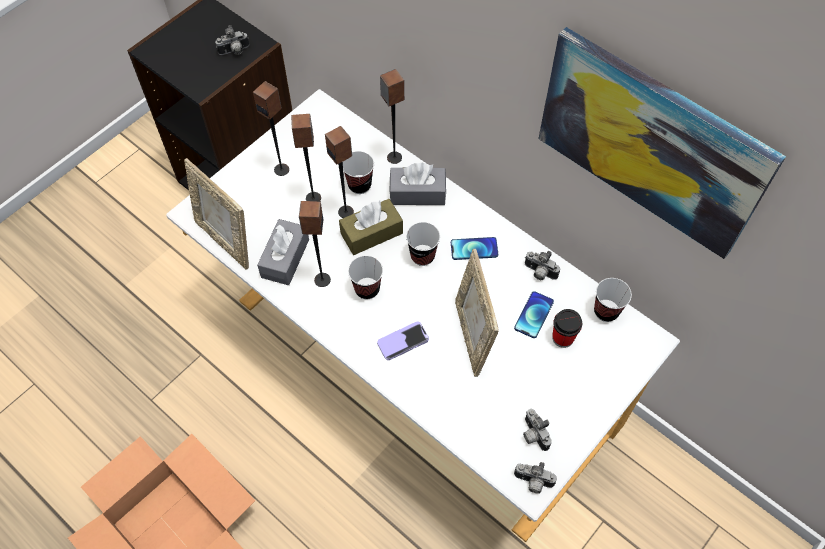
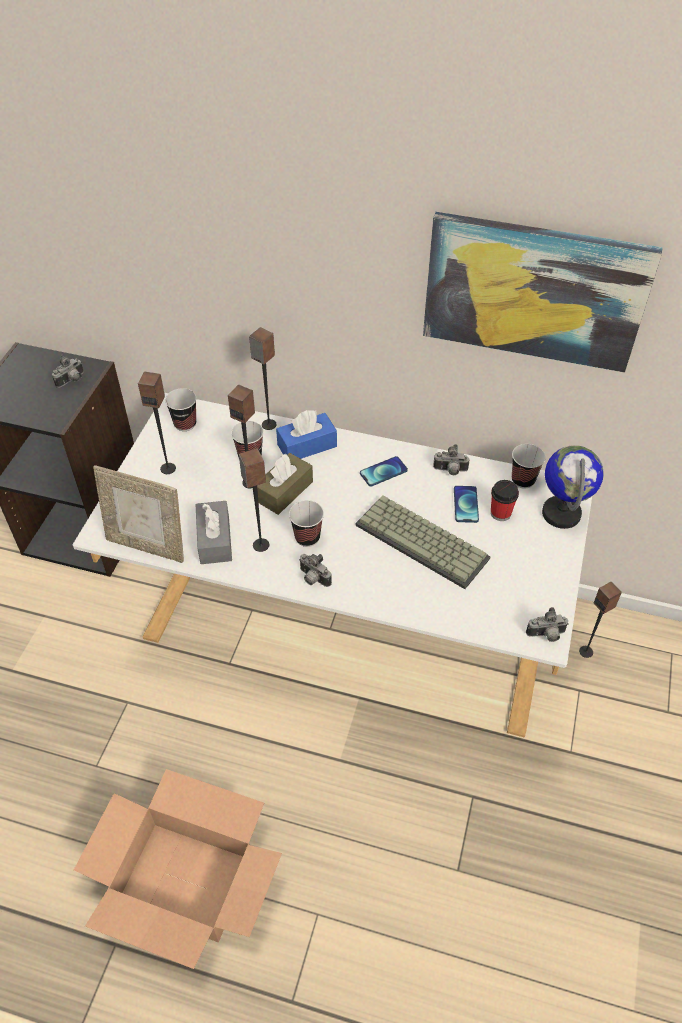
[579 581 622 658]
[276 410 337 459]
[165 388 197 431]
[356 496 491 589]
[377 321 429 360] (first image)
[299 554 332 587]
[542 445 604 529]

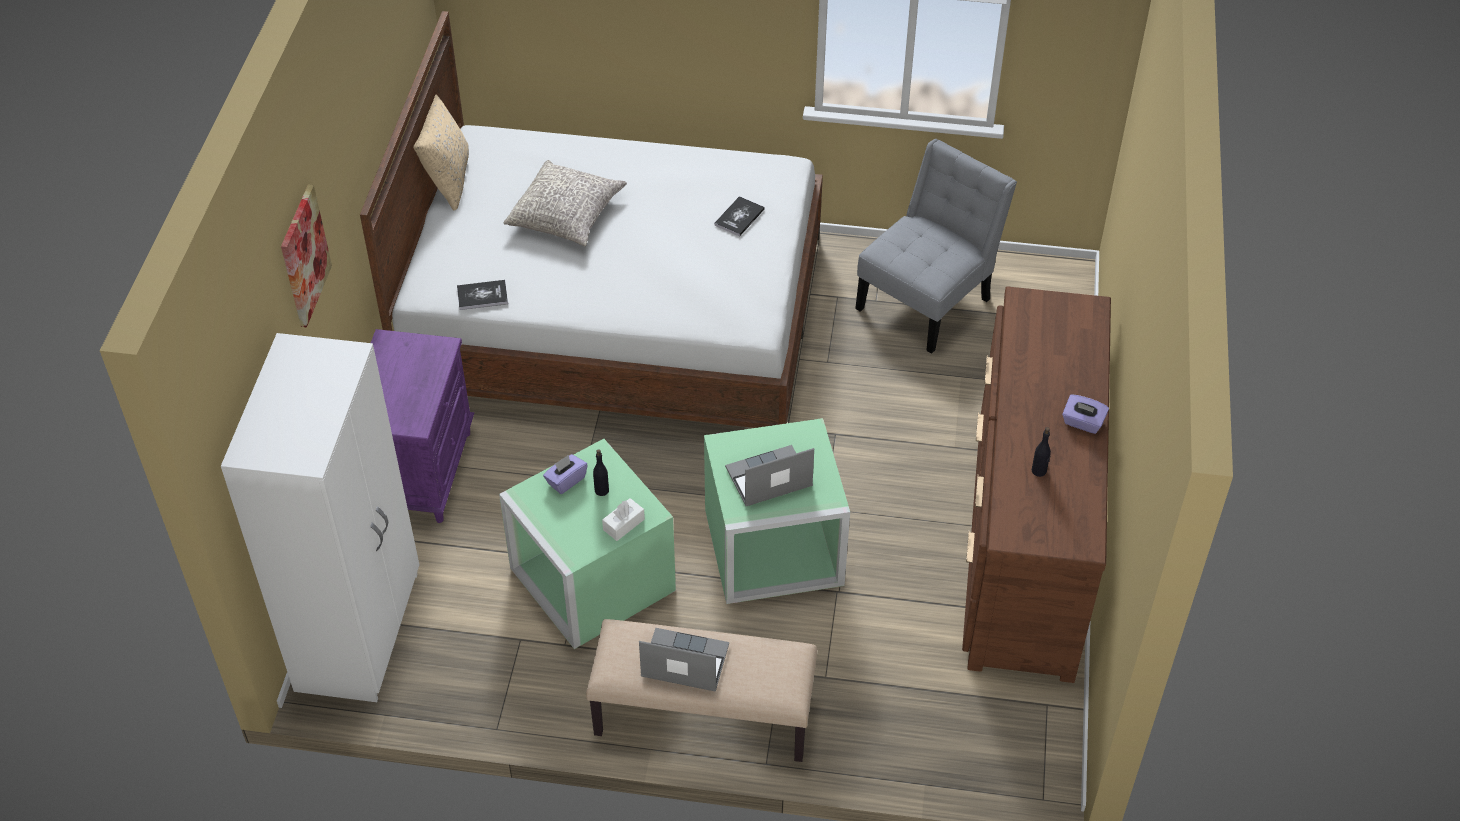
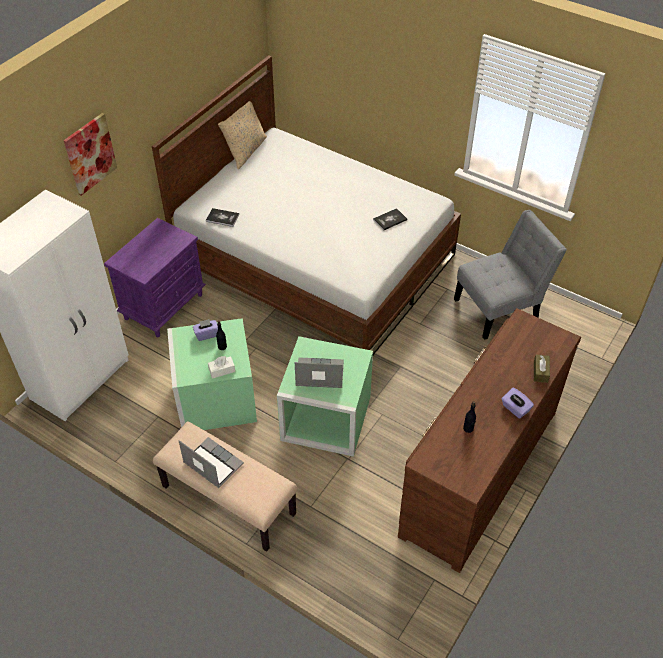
[504 160 627 246] (first image)
[534 355 550 383]

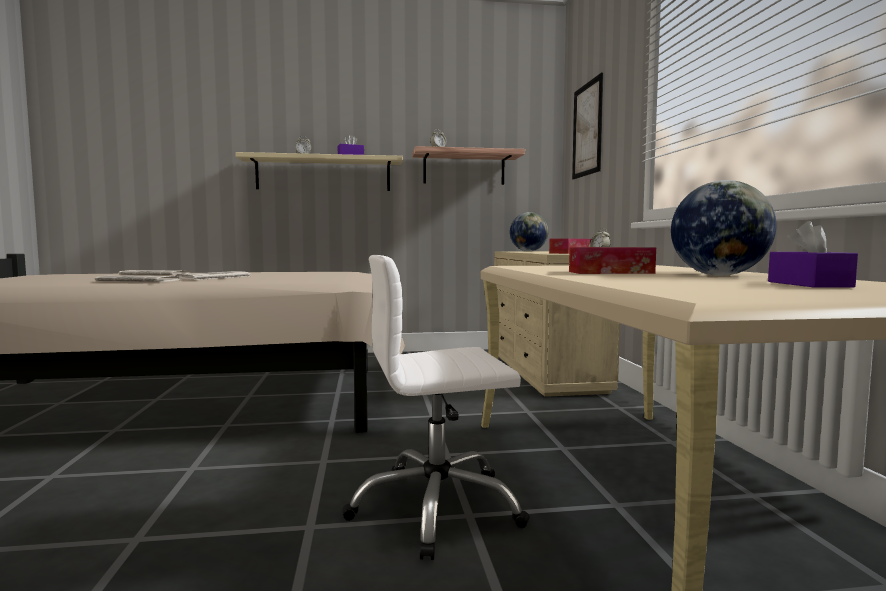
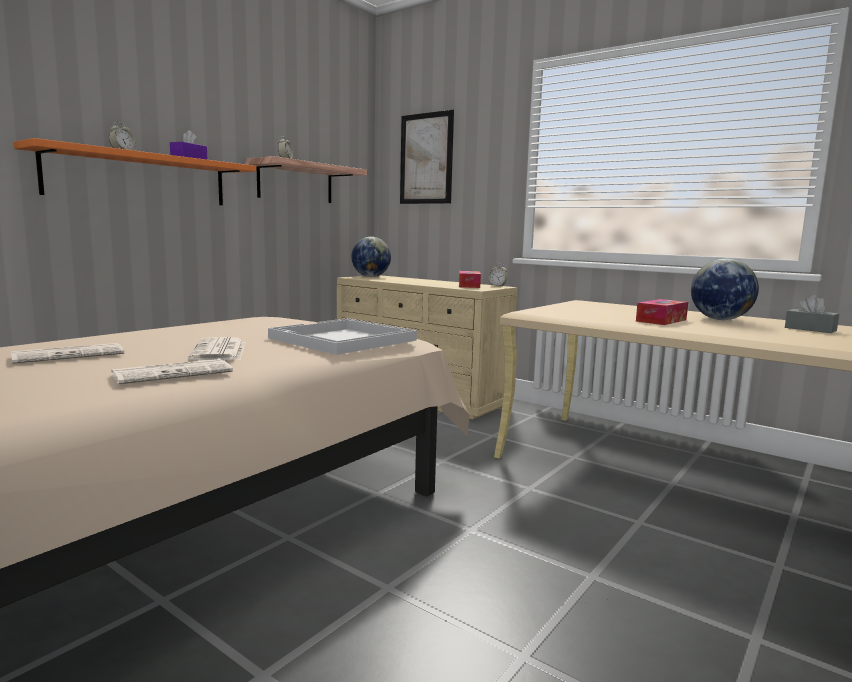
[13 138 257 205]
[785 295 839 333]
[342 255 530 560] (first image)
[268 318 417 355]

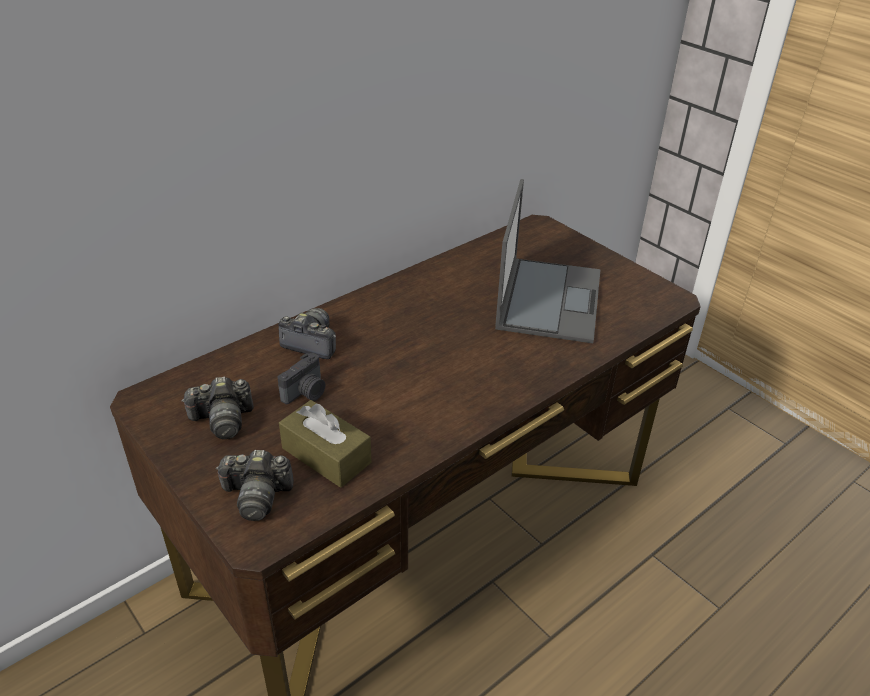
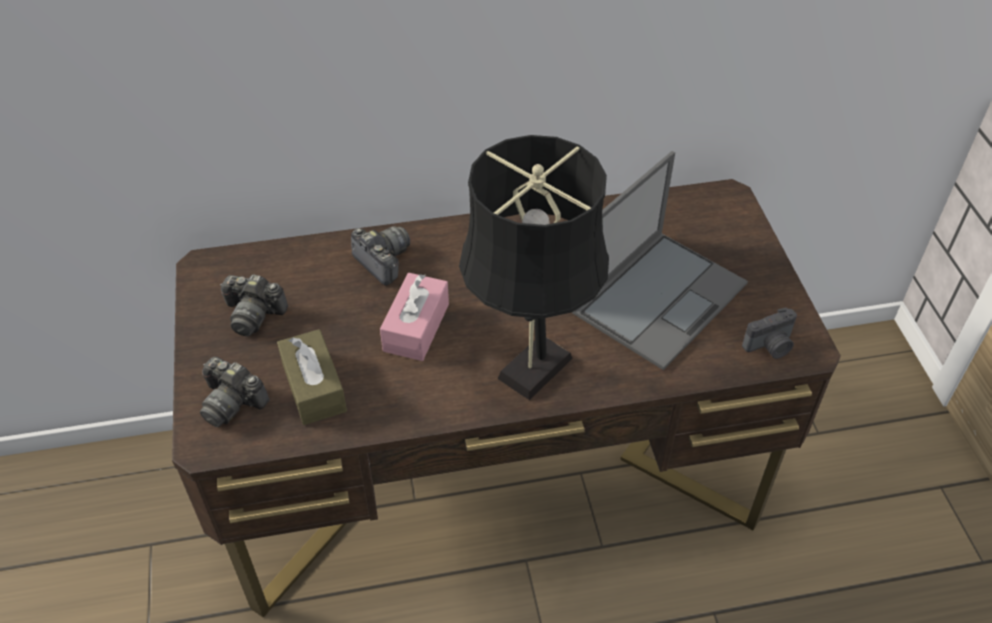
[742 307 797 359]
[459 135 609 400]
[380 273 449 361]

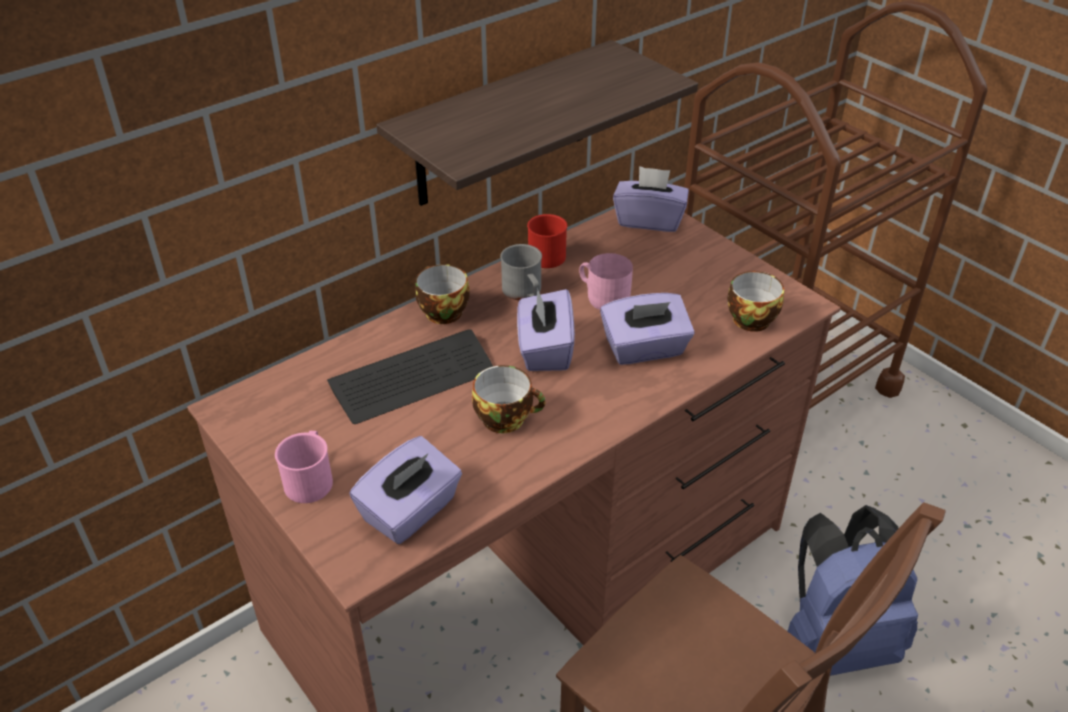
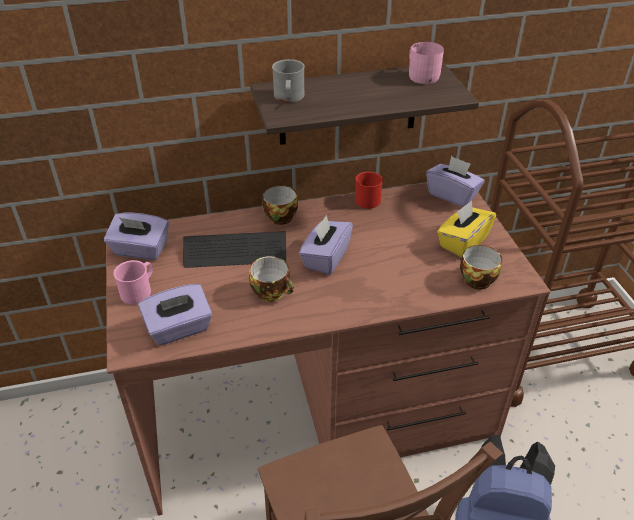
[272 59 305 103]
[409 42 444 84]
[104 212 169 260]
[437 201 496 257]

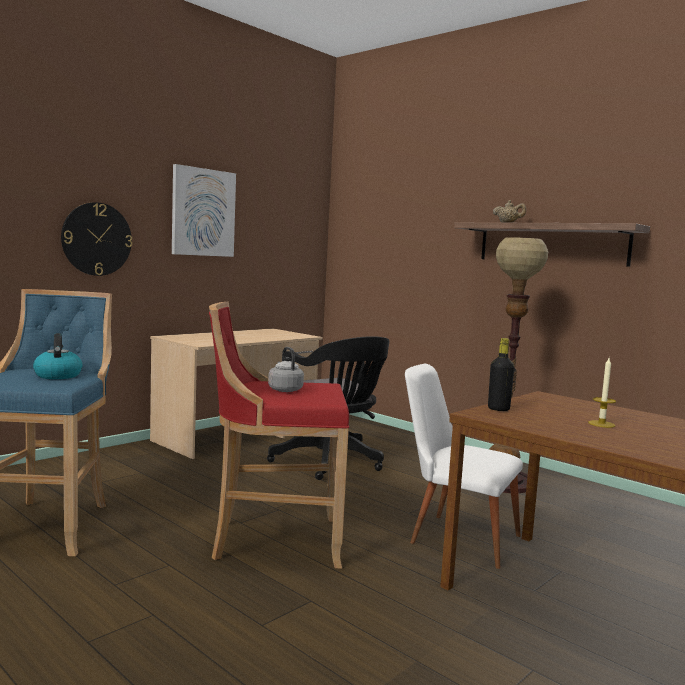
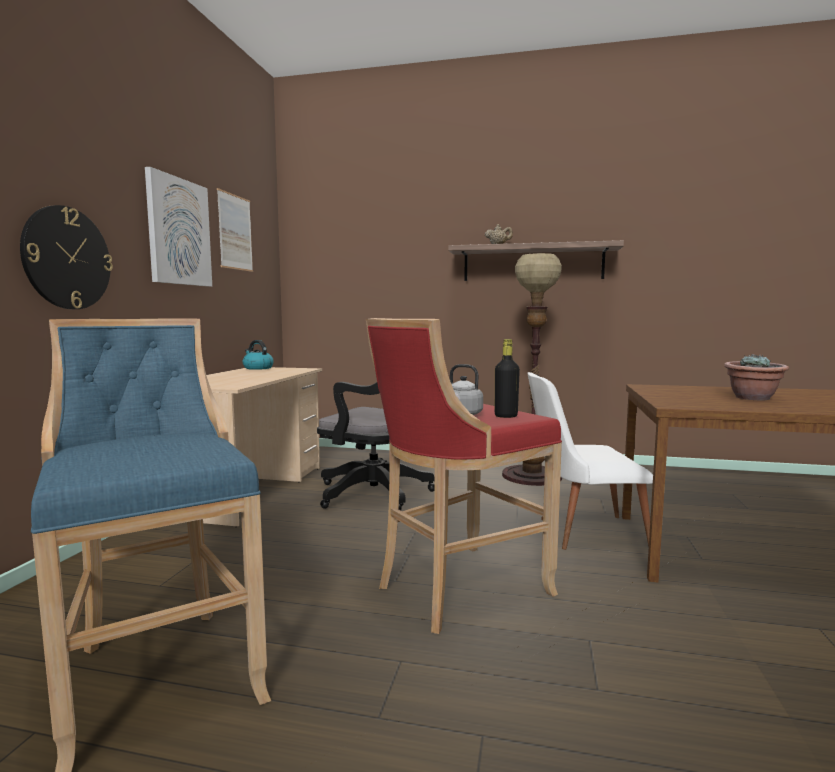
[243 340 274 370]
[495 339 520 418]
[724 354 789 400]
[217 188 253 272]

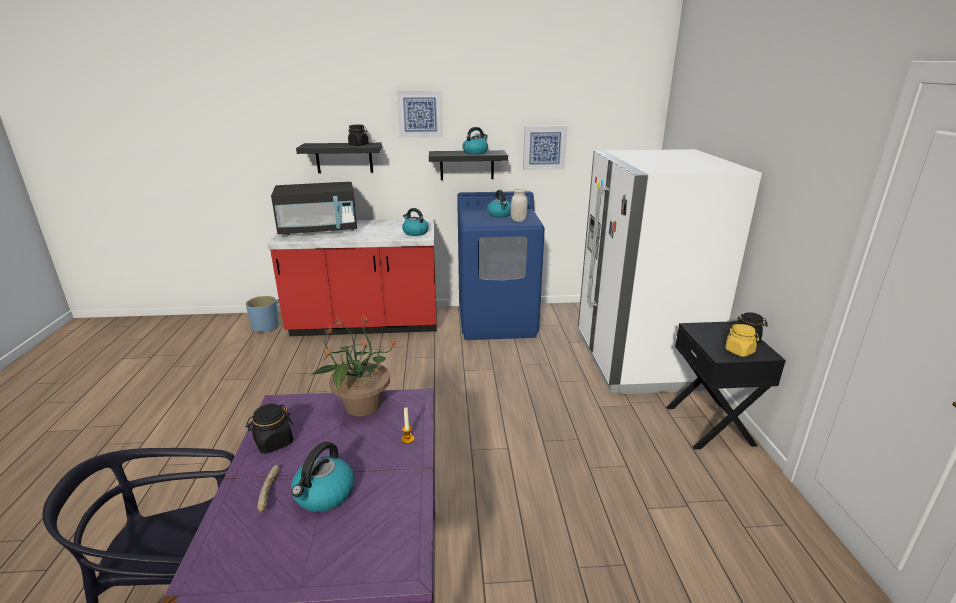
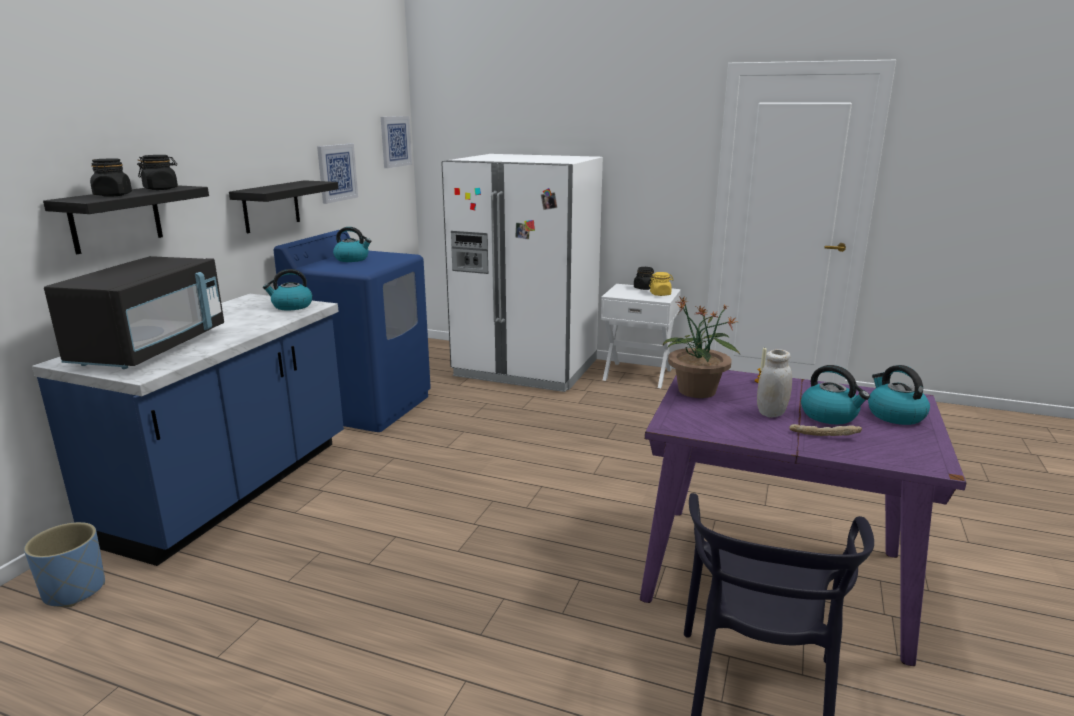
[381 116 412 168]
[868 365 930 425]
[757 349 792 418]
[32 294 344 566]
[601 284 681 388]
[90 158 132 197]

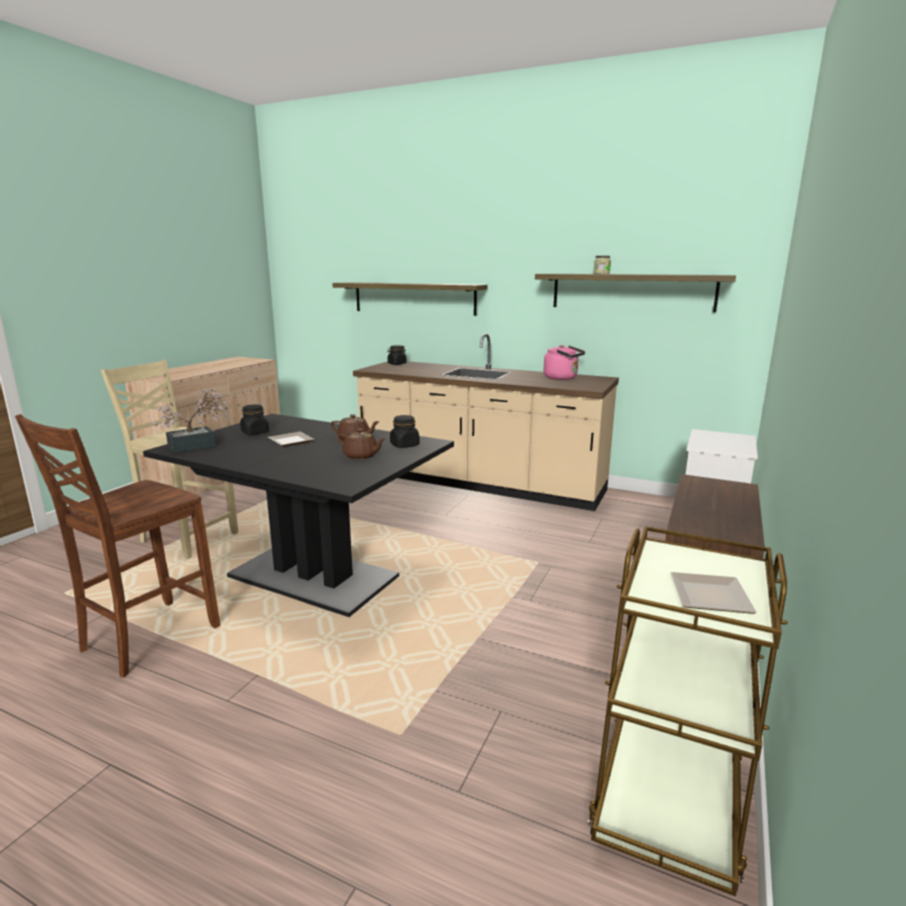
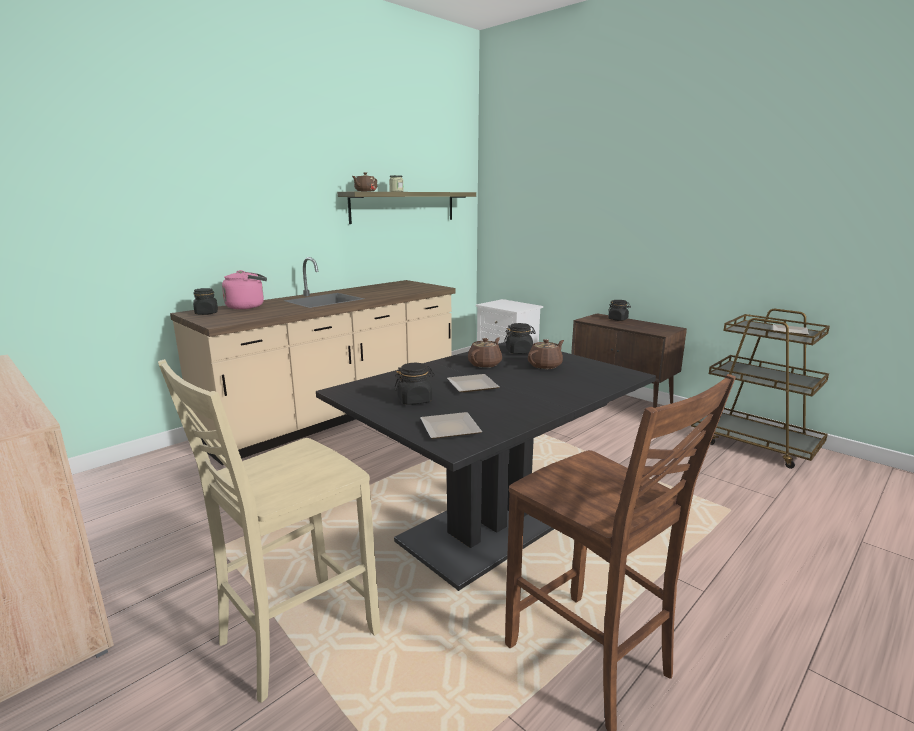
[332 282 487 316] (first image)
[222 270 267 309]
[420 412 482 439]
[352 172 377 191]
[608 300 631 321]

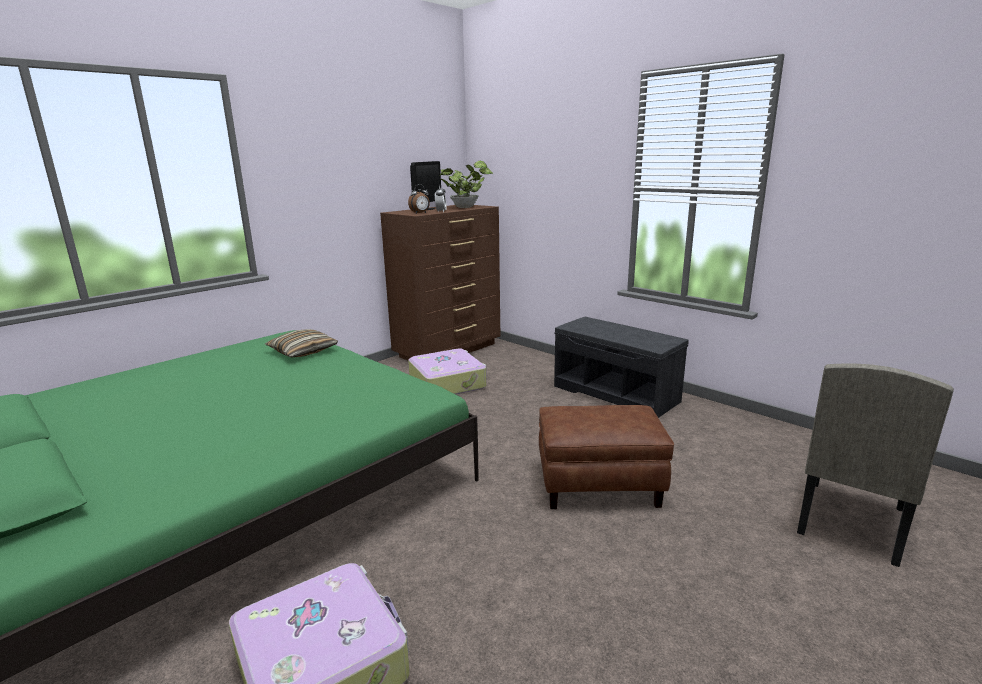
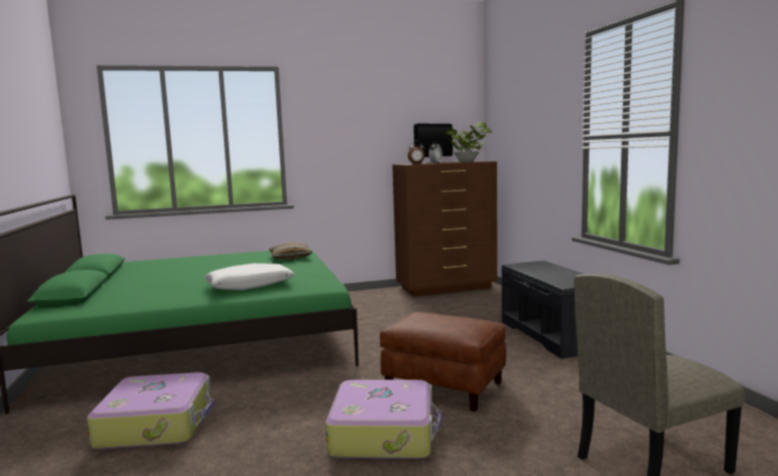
[326 380 442 459]
[204 263 294 290]

